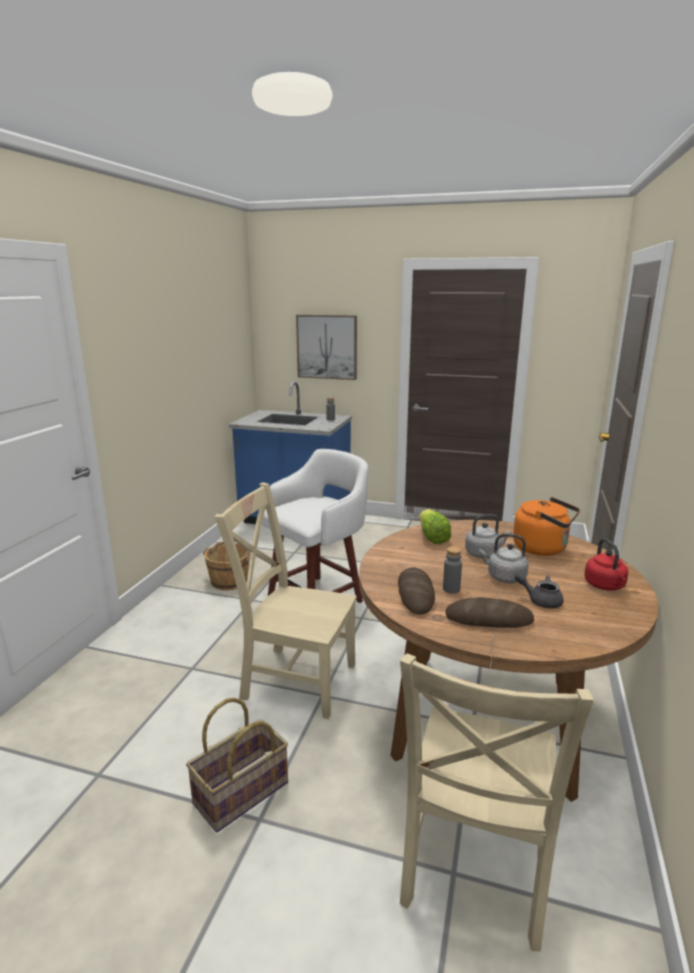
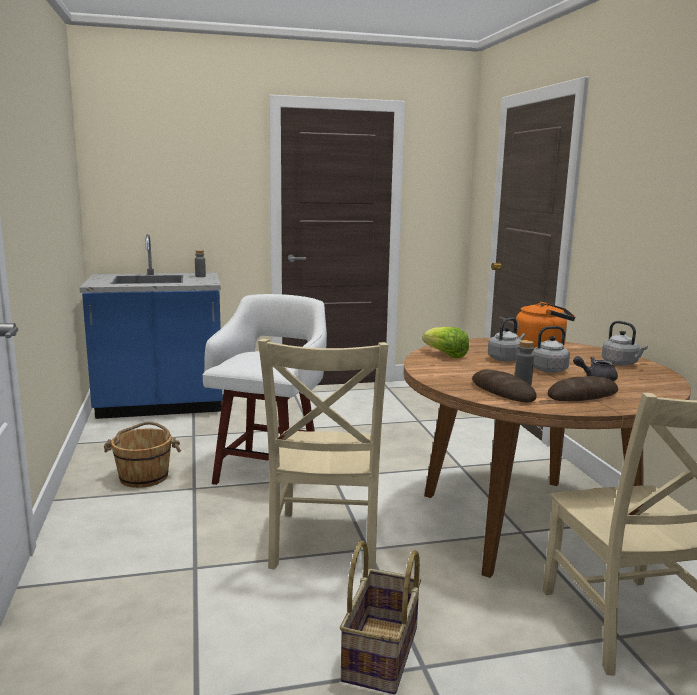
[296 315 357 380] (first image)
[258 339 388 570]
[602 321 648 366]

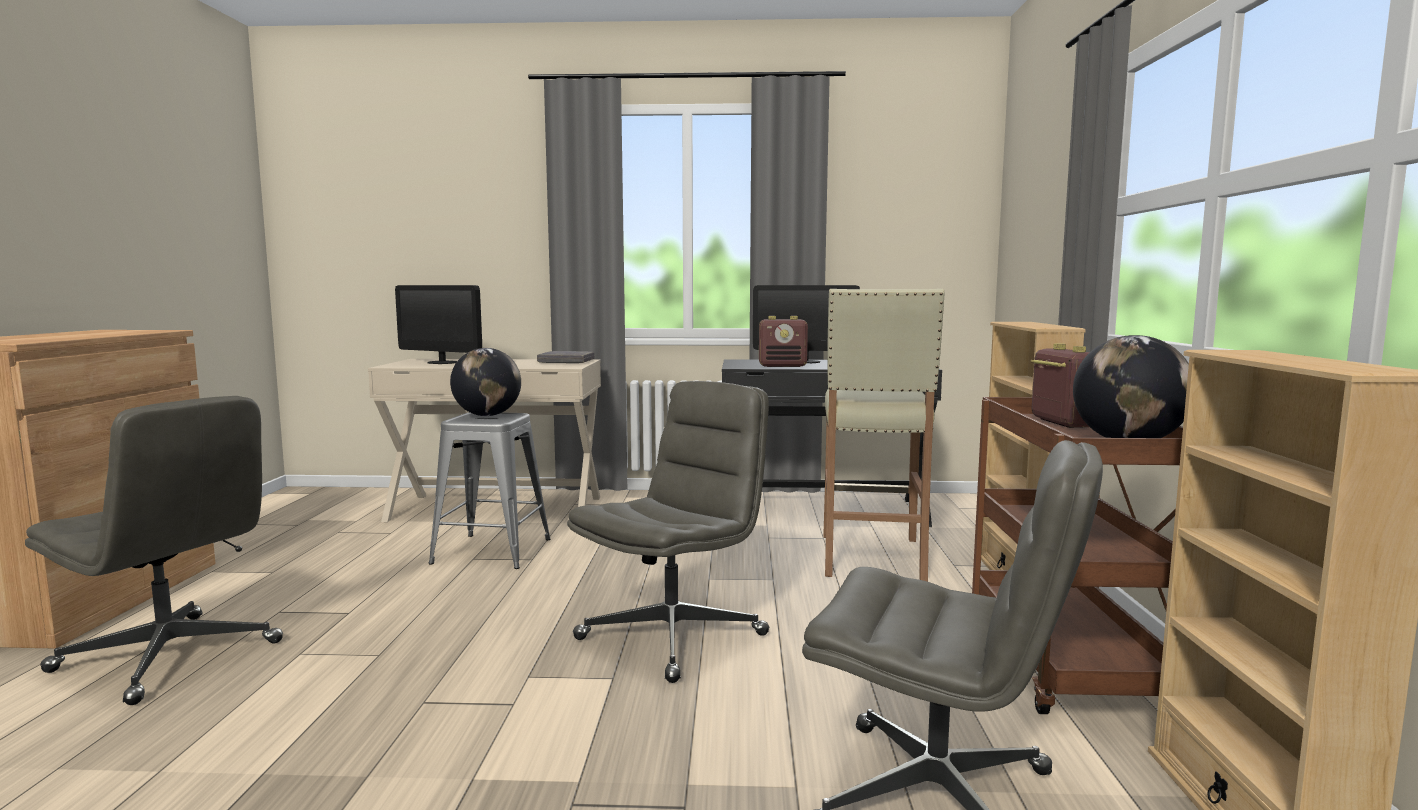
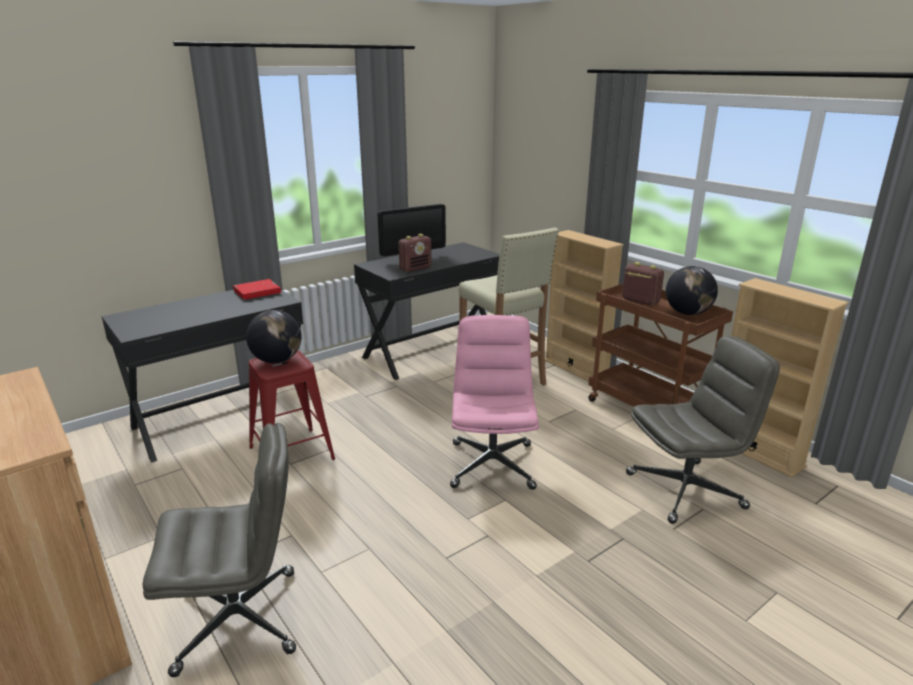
[395 285 482 364] (first image)
[233 279 281 299]
[101 290 304 463]
[450 315 539 490]
[249 350 335 460]

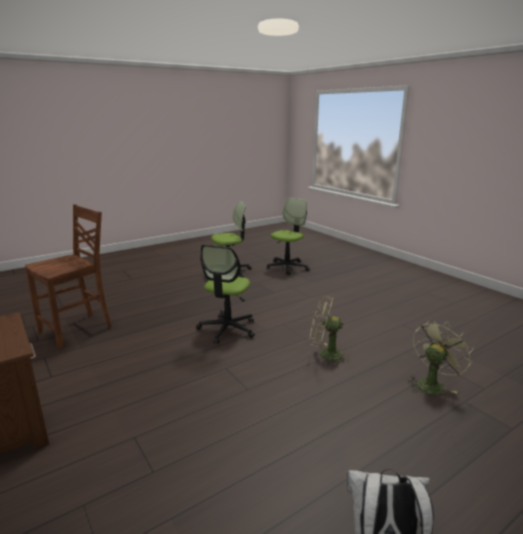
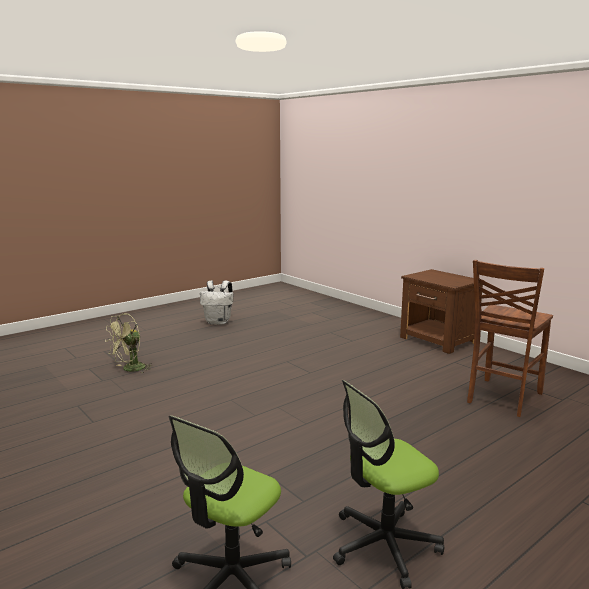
[196 245 255 344] (first image)
[309 296 349 365] (first image)

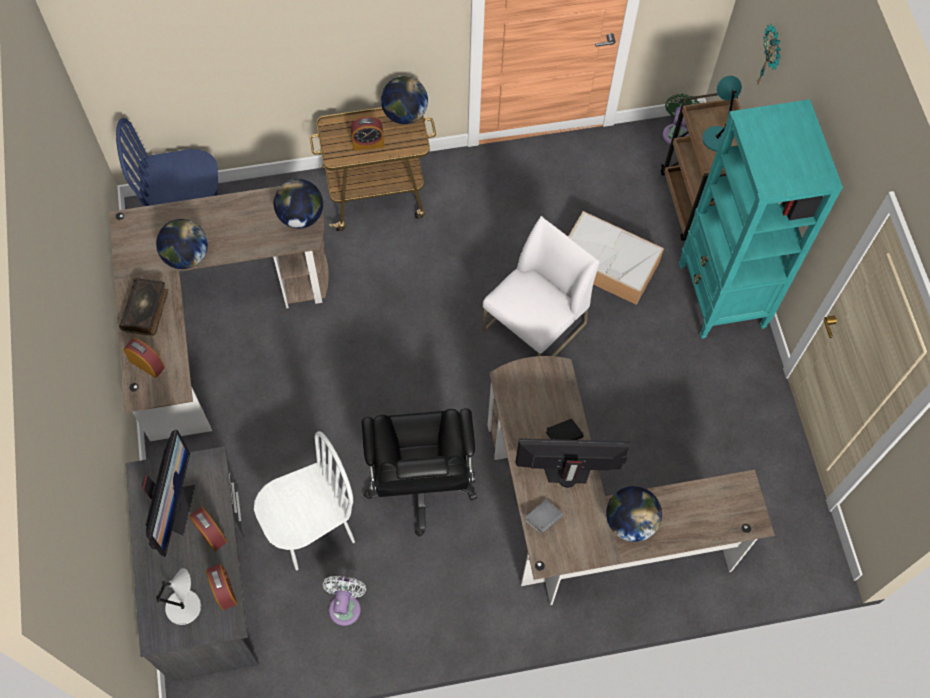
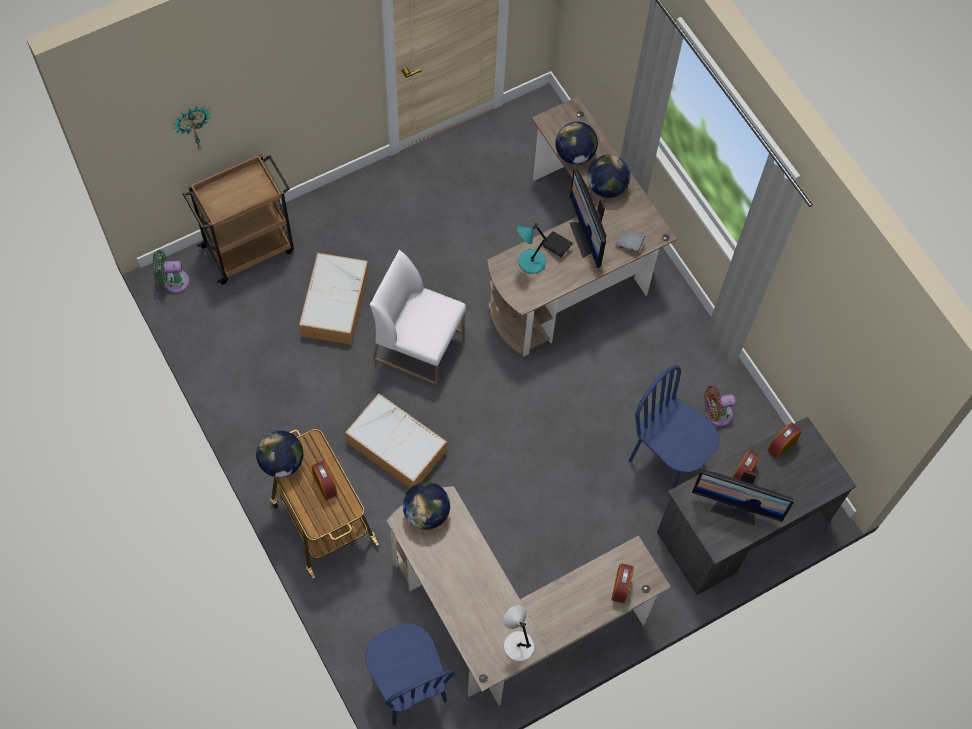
[517 223 547 274]
[679 99 843 339] (first image)
[555 122 598 164]
[119 278 168 336] (first image)
[362 408 477 536] (first image)
[692 469 794 526]
[629 365 719 489]
[503 605 535 662]
[704 386 736 426]
[345 394 447 488]

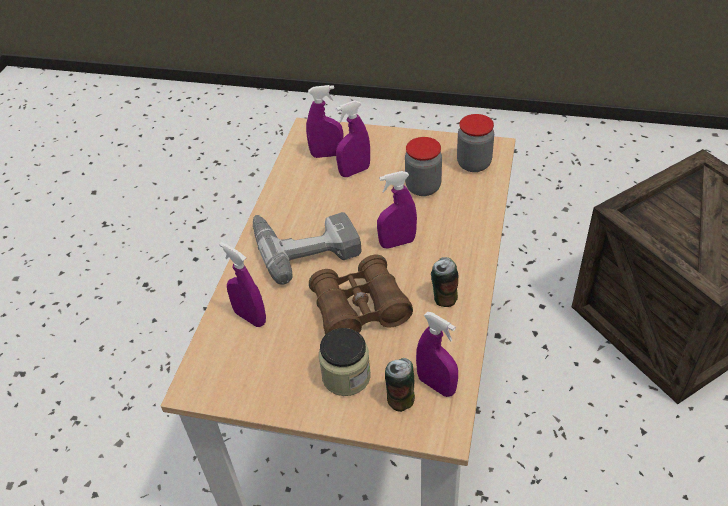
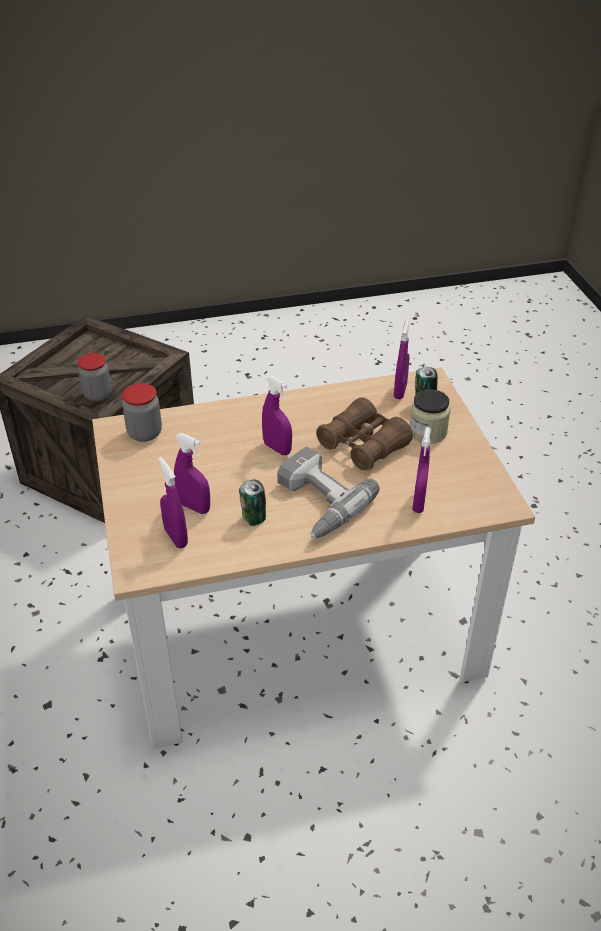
[77 353 112 401]
[239 480 266 526]

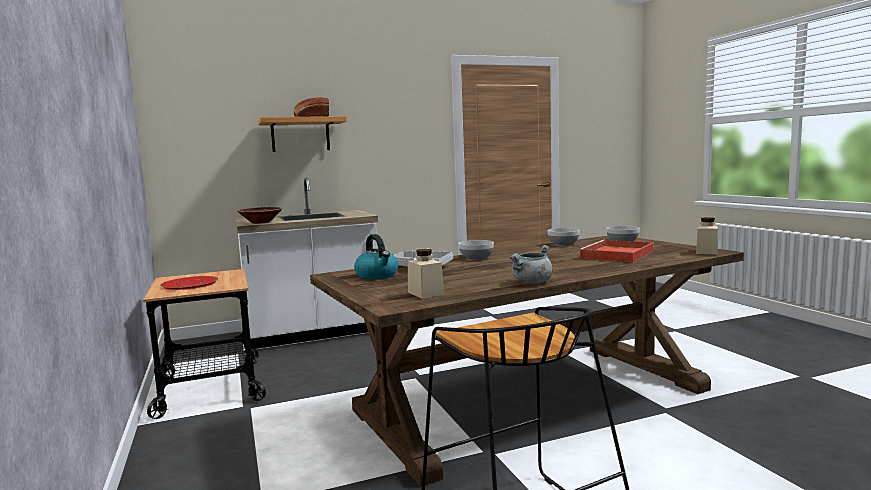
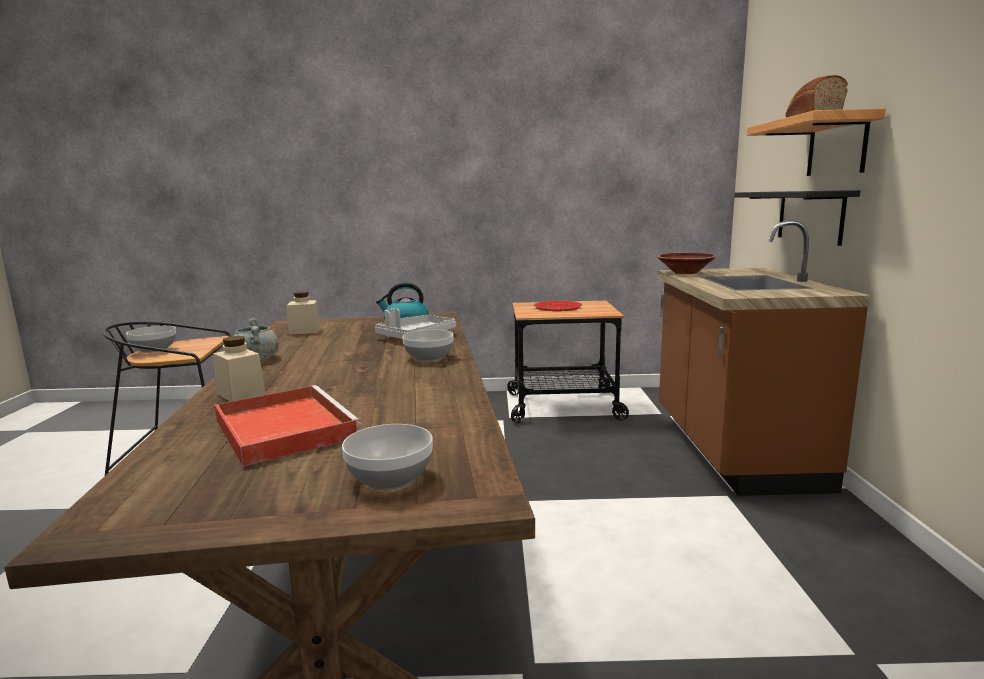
[657 220 871 496]
[213 336 266 402]
[126 326 176 353]
[734 190 860 246]

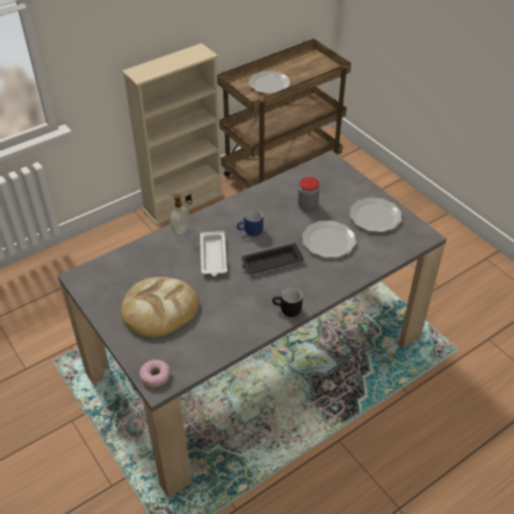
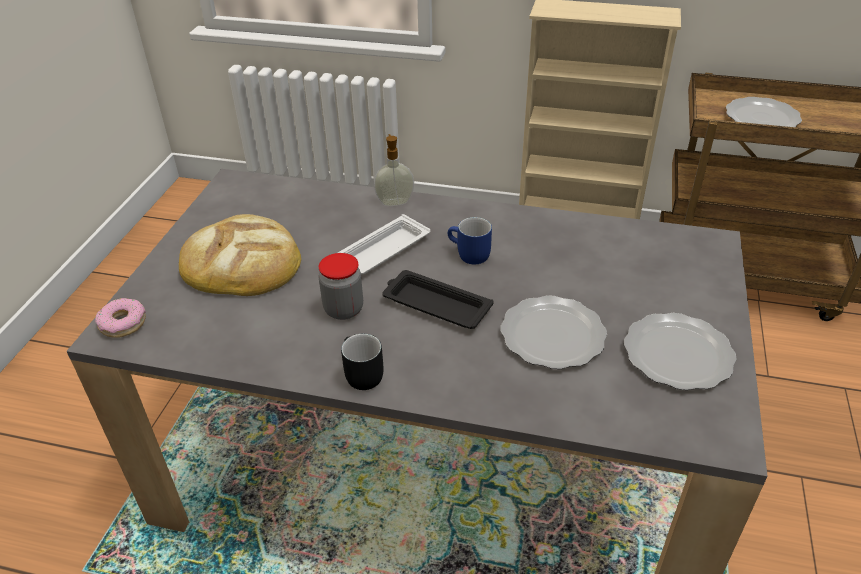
[319 253 363 320]

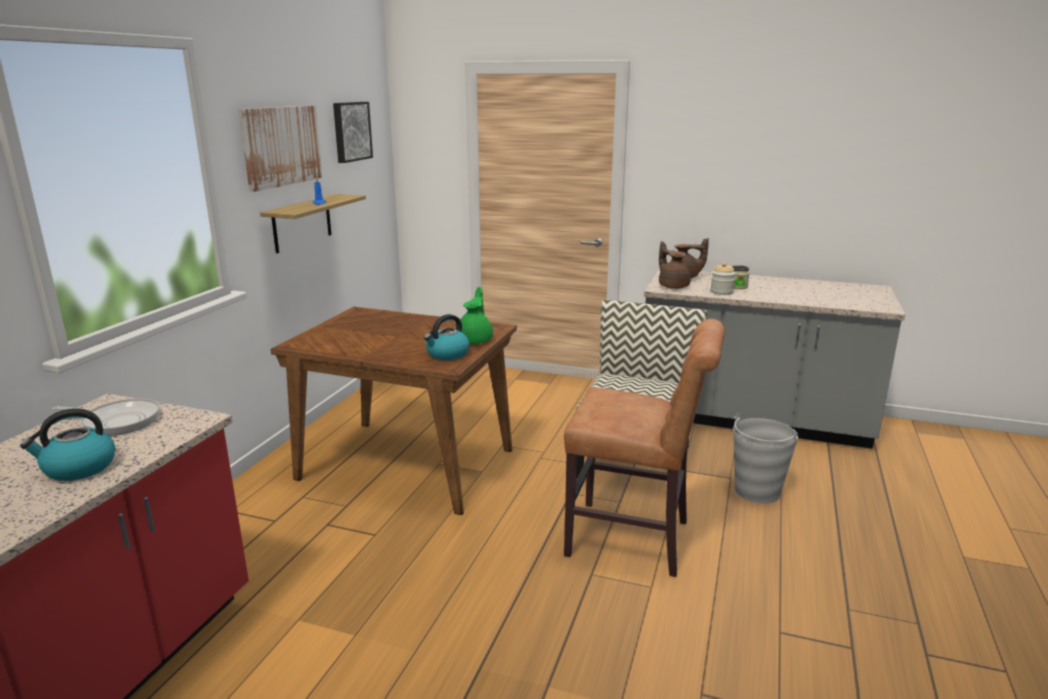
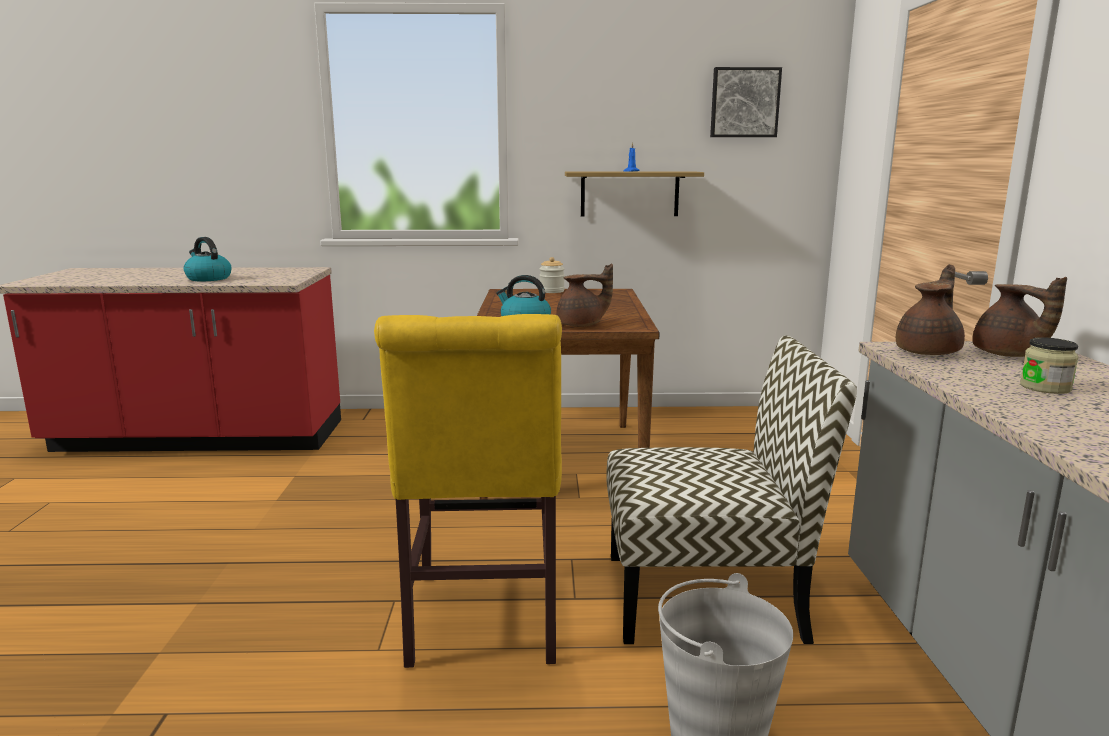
[239 105 322 192] (first image)
[539 257 565 293]
[556 263 613 327]
[374 314 562 668]
[52 398 160 436] (first image)

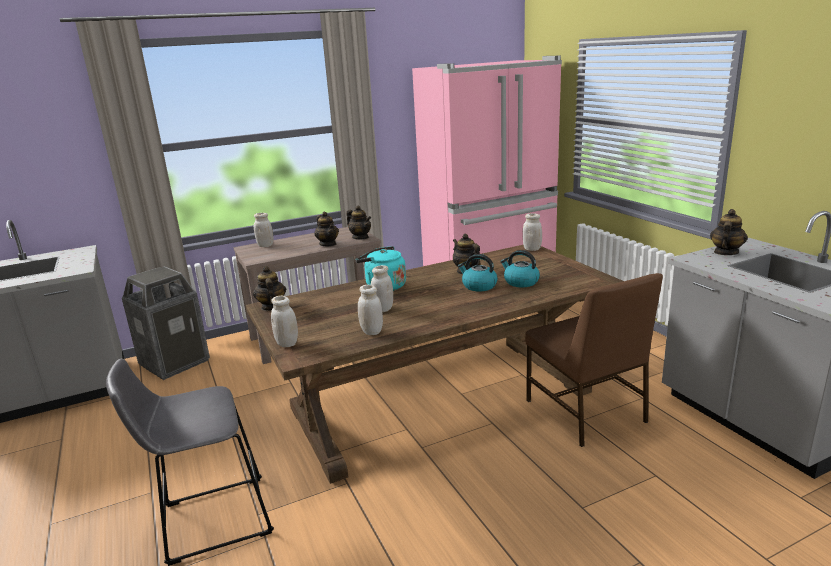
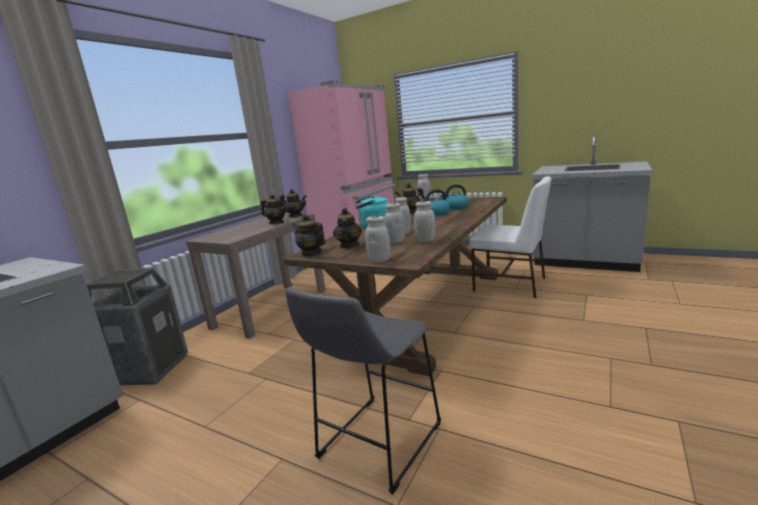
[333 208 362 248]
[384 203 405 243]
[469 176 551 298]

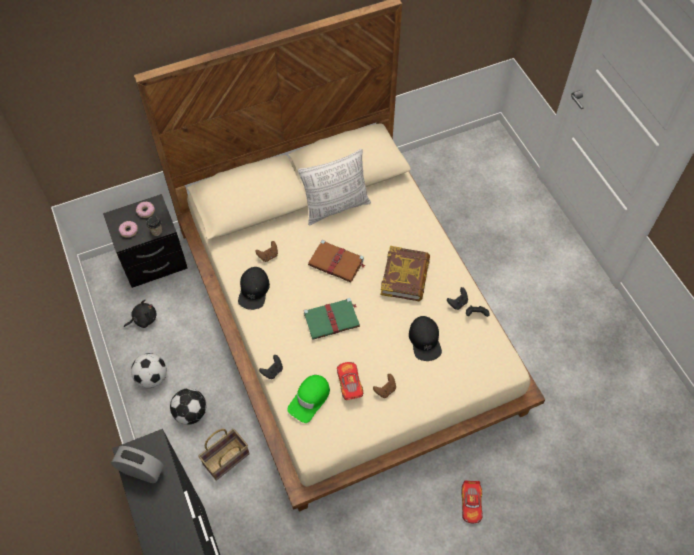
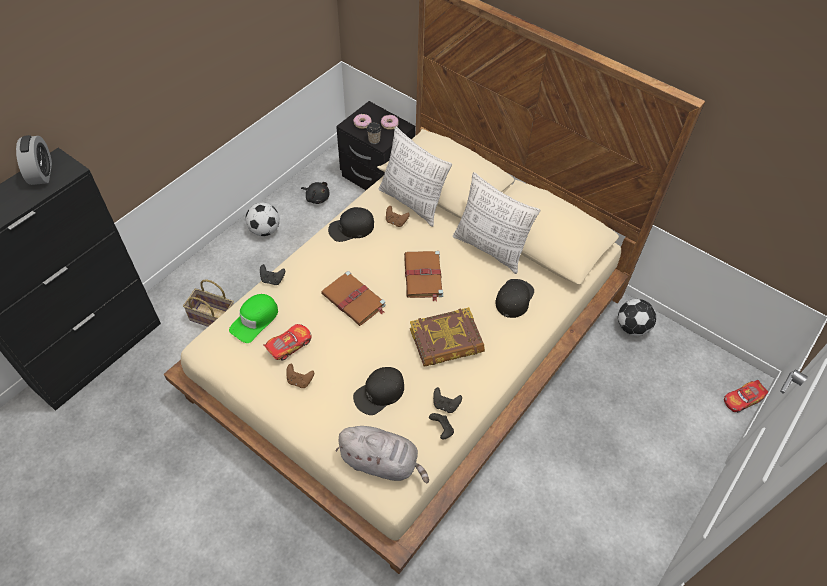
[321 271 386 326]
[229 294 278 343]
[618 299 656 336]
[724 380 768 413]
[379 127 452 227]
[496 279 534 318]
[335 426 429 484]

